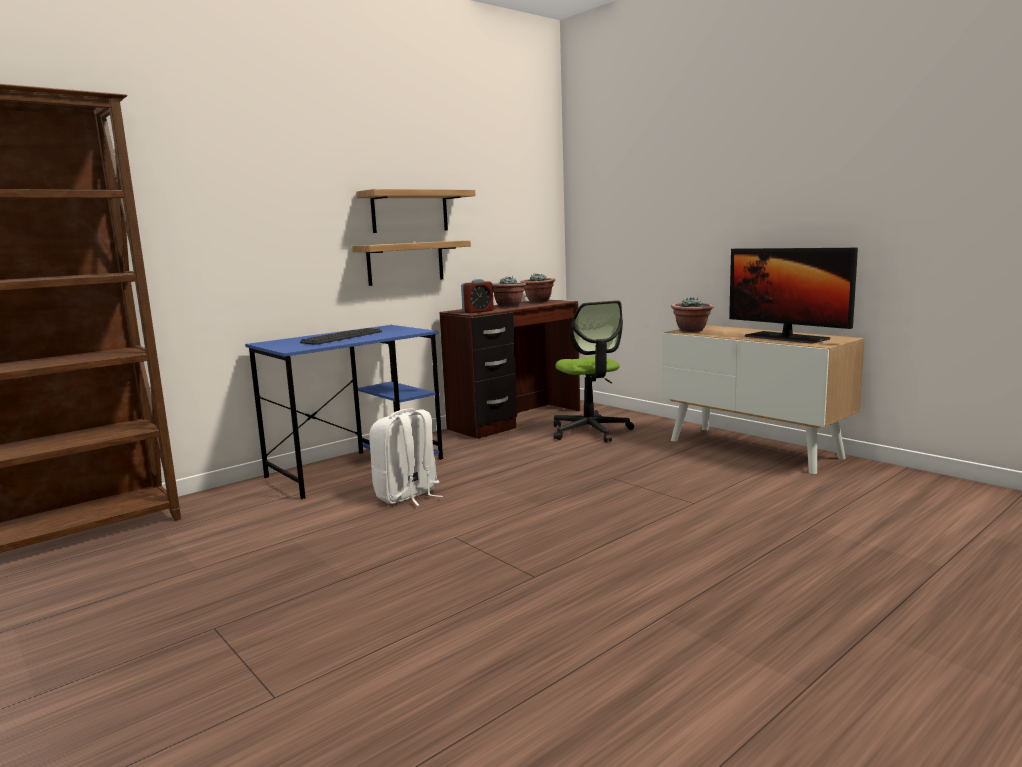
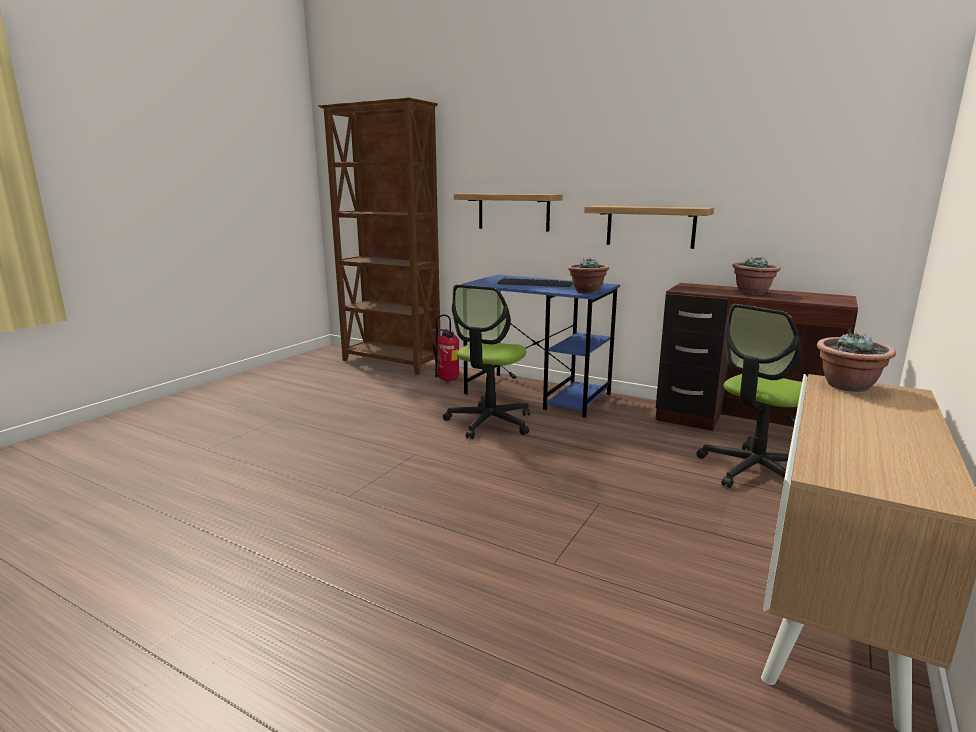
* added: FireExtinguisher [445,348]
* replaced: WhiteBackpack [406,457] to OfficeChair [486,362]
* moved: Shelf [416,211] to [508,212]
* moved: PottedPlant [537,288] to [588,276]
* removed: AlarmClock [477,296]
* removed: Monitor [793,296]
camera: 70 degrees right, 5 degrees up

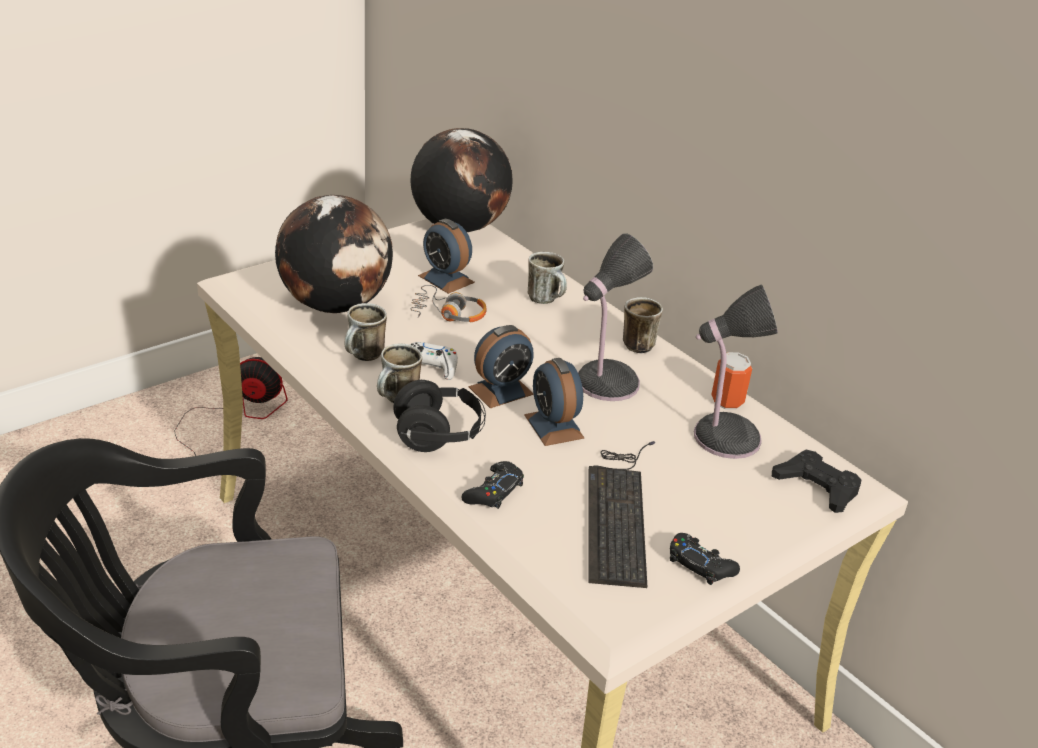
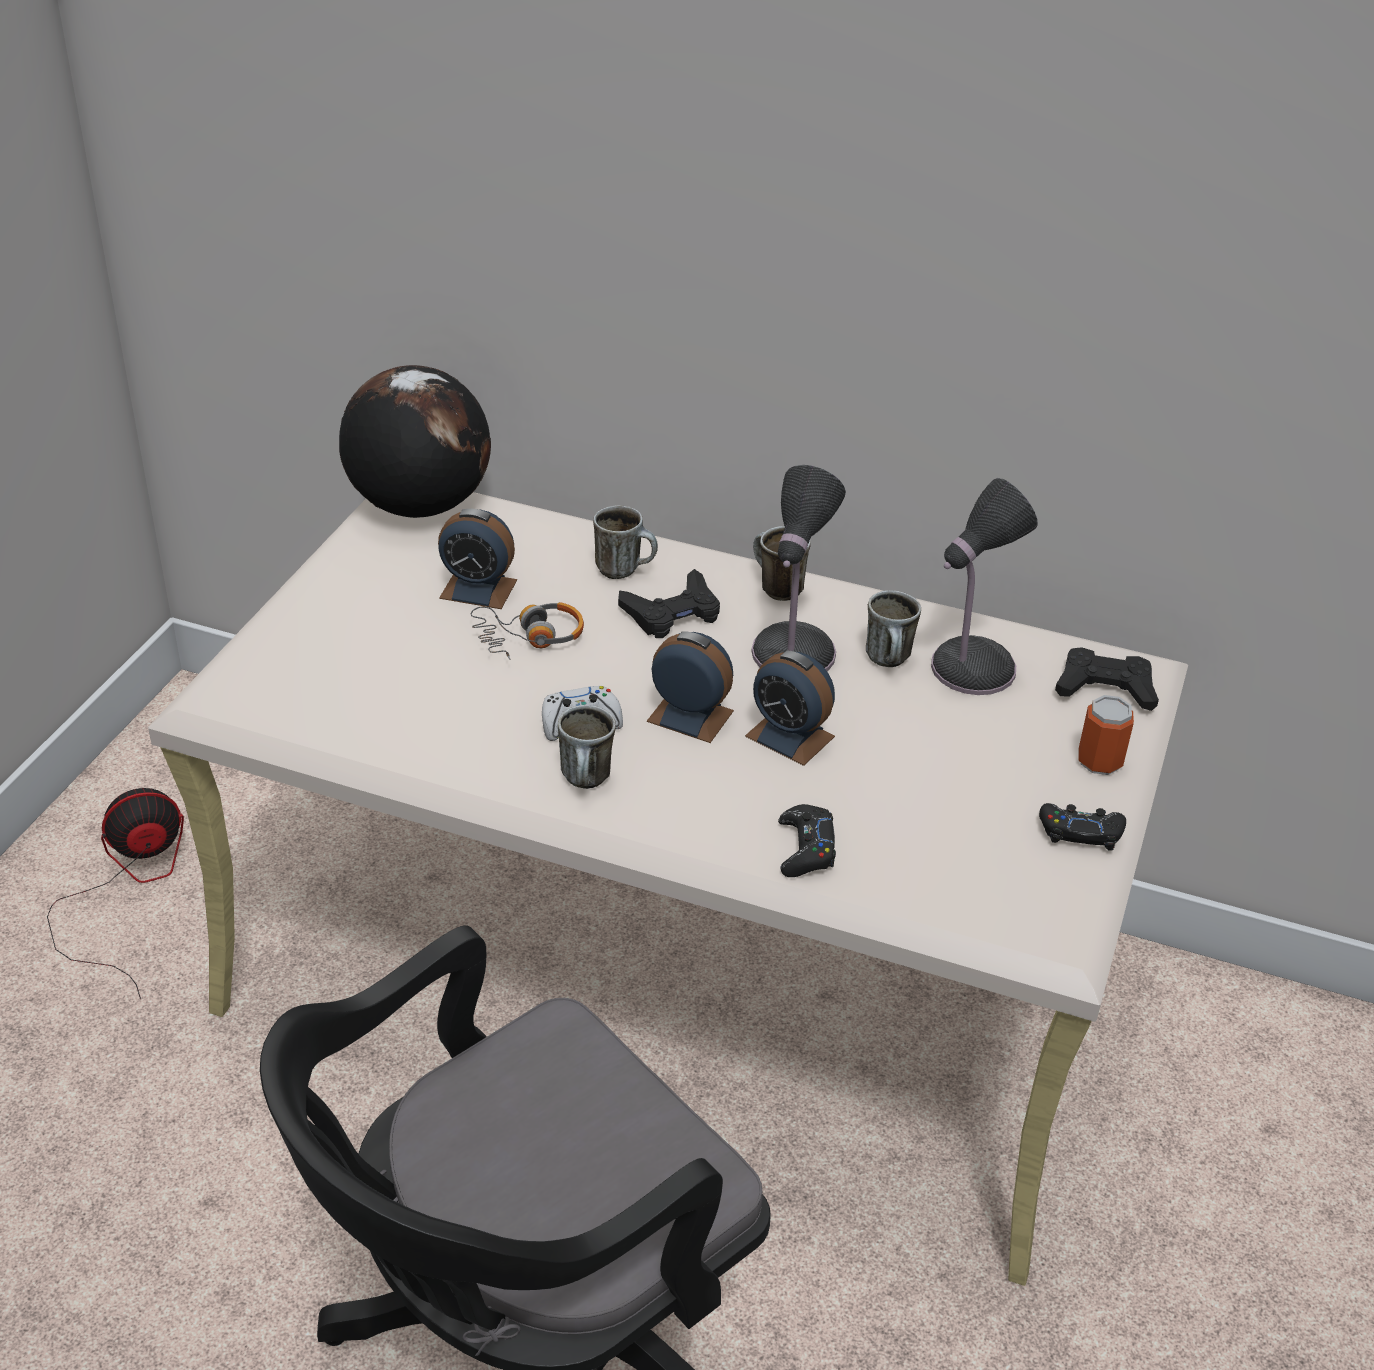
* added: BlackGameController [669,603]
* turned: AlarmClock [501,366] = [690,687] 90 degrees counterclockwise
* moved: Mug [365,332] to [893,628]
* moved: Can [731,381] to [1106,735]
* removed: Globe [334,254]
* removed: BlackHeadphones [439,416]
* removed: Keyboard [621,514]
camera: 30 degrees left, 5 degrees up

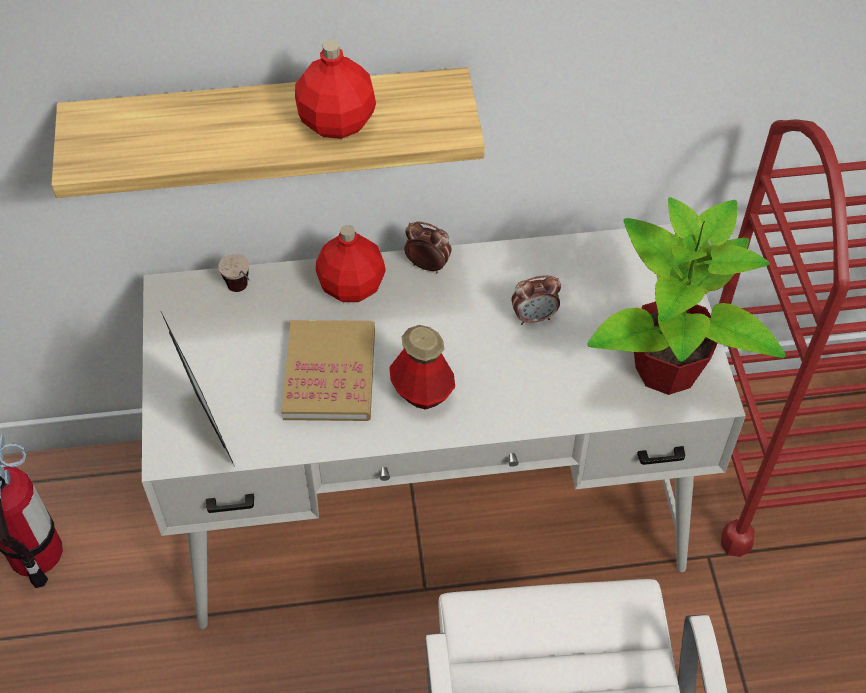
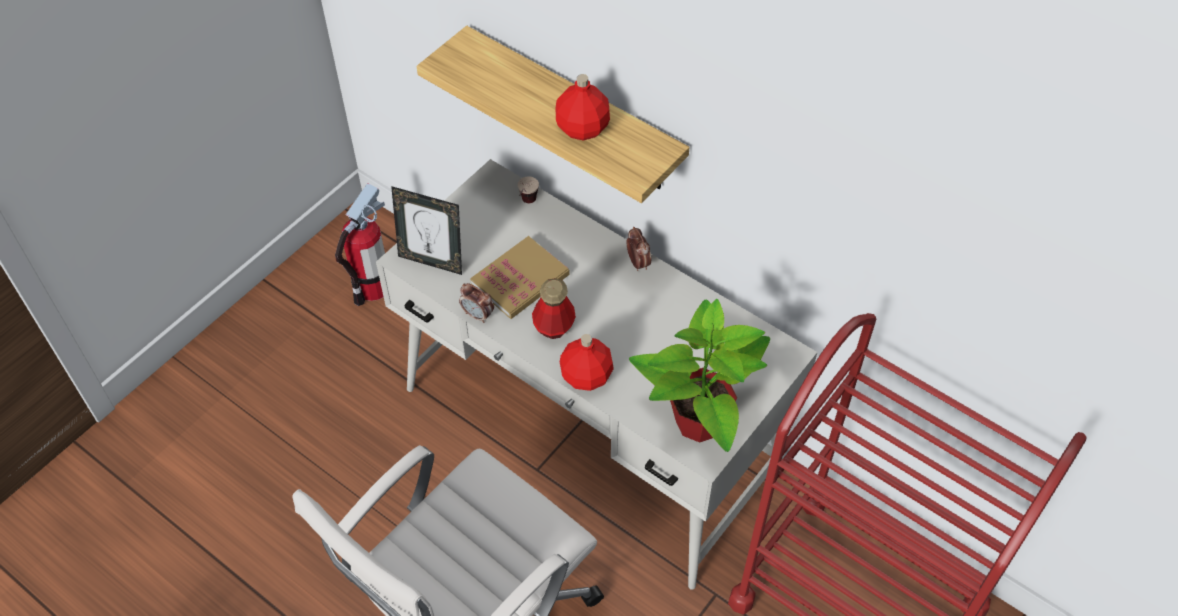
* turned: PictureFrame [198,389] = [426,230] 90 degrees clockwise
* moved: AlarmClock [536,300] to [476,303]
* moved: RedBottle [351,263] to [587,362]
camera: 45 degrees right, 0 degrees up

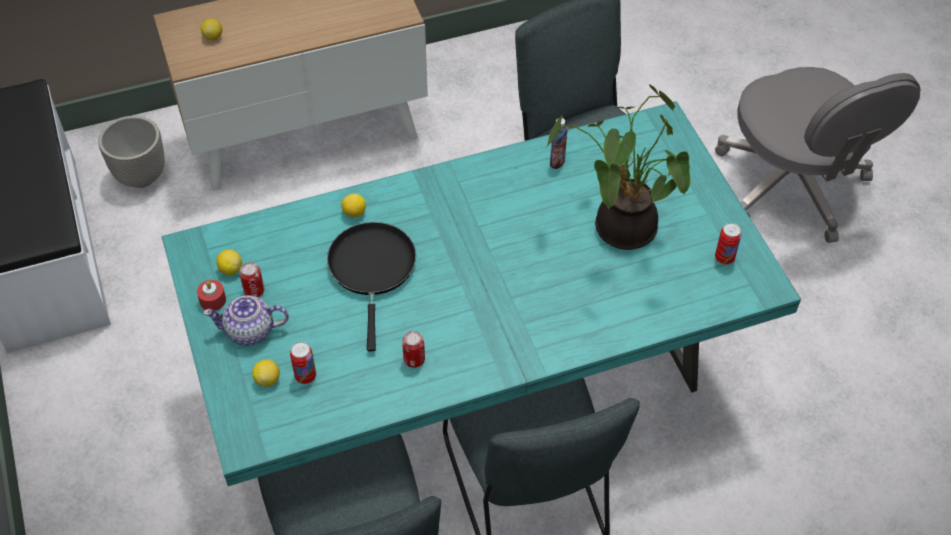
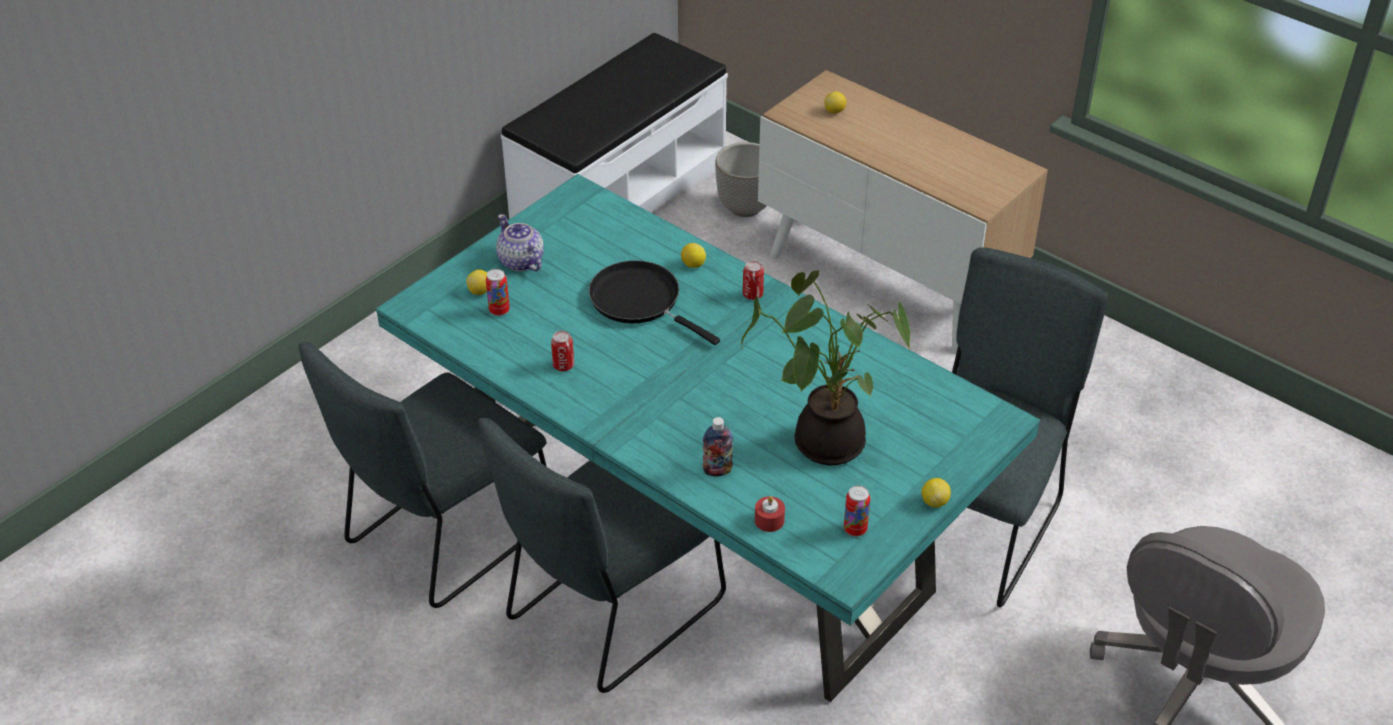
* turned: BlackFryingPan [371,287] = [654,302] 105 degrees counterclockwise
* moved: Bottle [559,143] to [718,447]
* moved: Can [252,279] to [753,280]
* moved: RedCandle [211,295] to [770,514]
* moved: Lemon [229,262] to [936,493]
camera: 60 degrees right, 10 degrees down

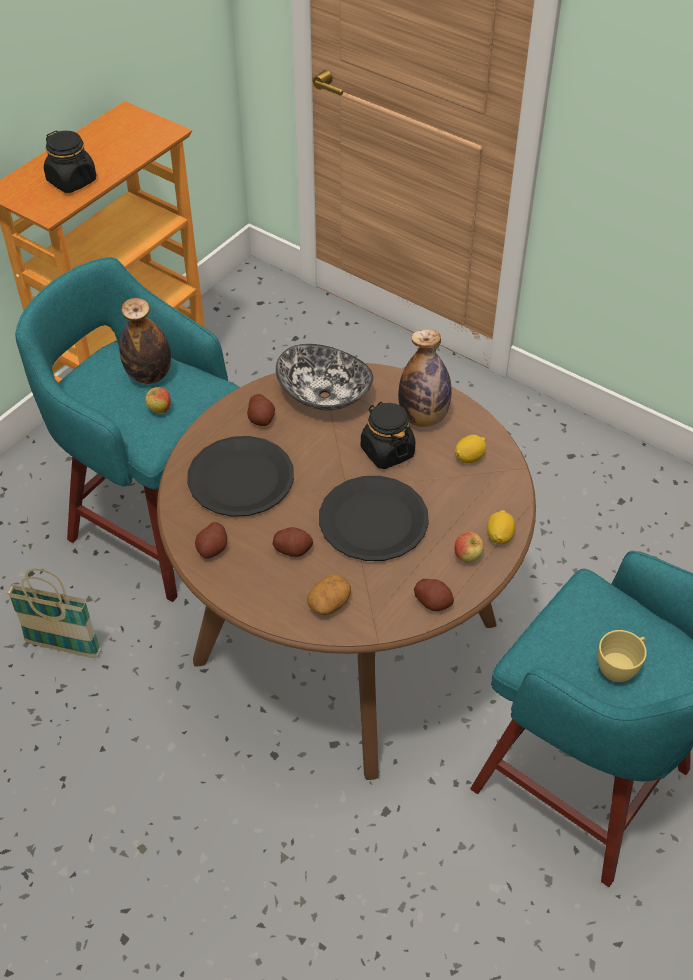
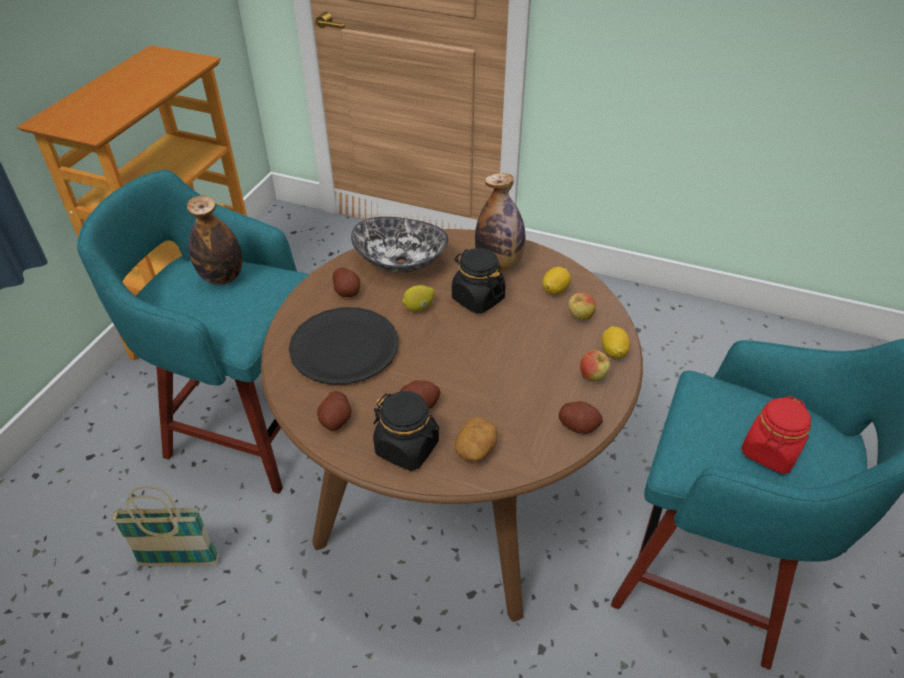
* moved: BlackJar [70,162] to [406,431]
* added: Lemon [418,298]
* moved: Apple [158,400] to [582,306]
* replaced: YellowCup [622,656] to RedJar [776,435]
* removed: BlackPlate [374,518]
camera: 15 degrees left, 5 degrees down

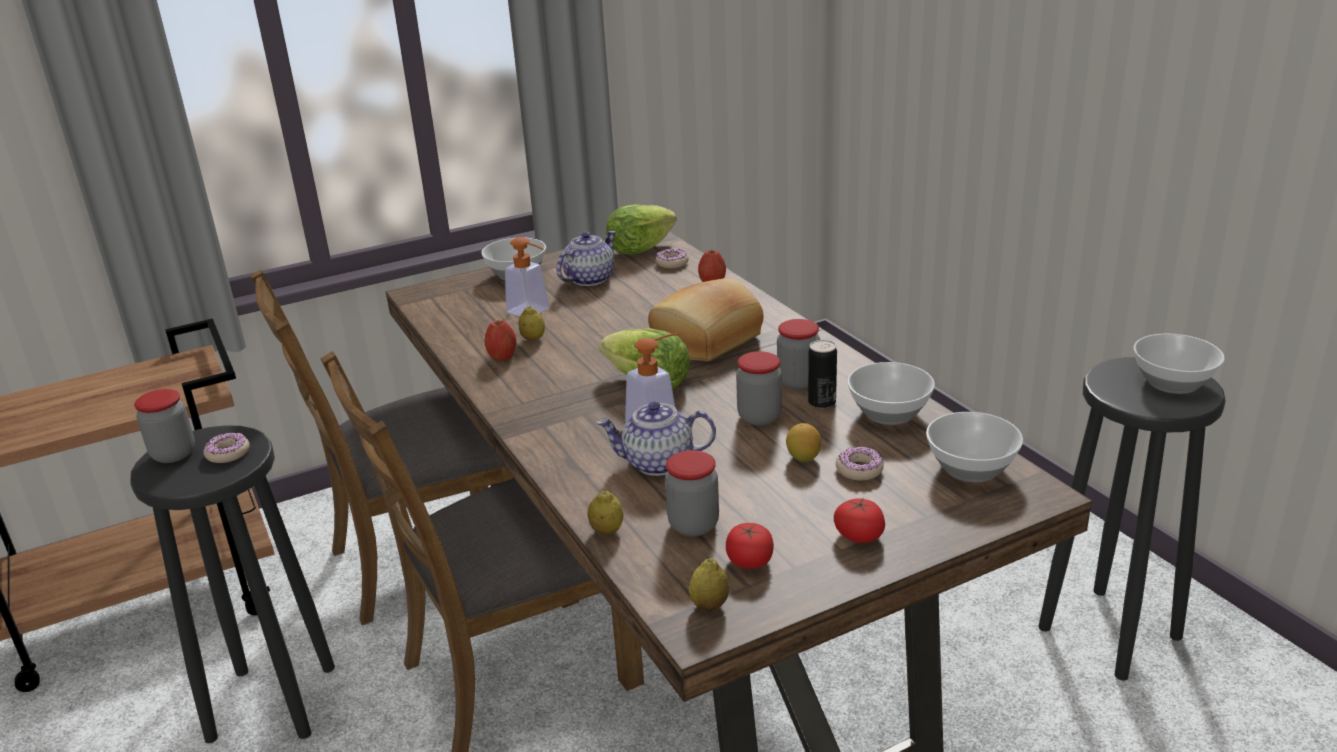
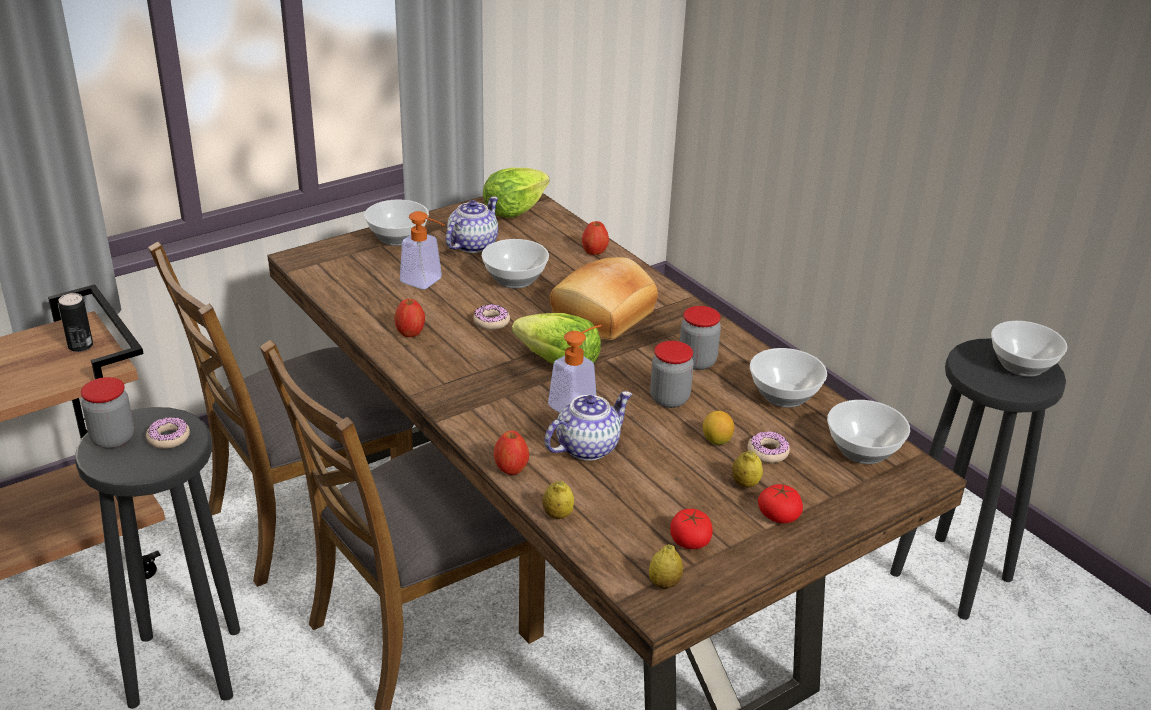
* moved: Can [822,374] to [76,322]
* moved: Donut [672,258] to [492,317]
* added: Bowl [515,264]
* added: Apple [511,452]
* turned: Teapot [656,438] = [588,426] 150 degrees clockwise
* moved: Lemon [531,323] to [747,469]
* removed: Jar [692,493]
camera: 10 degrees left, 5 degrees up

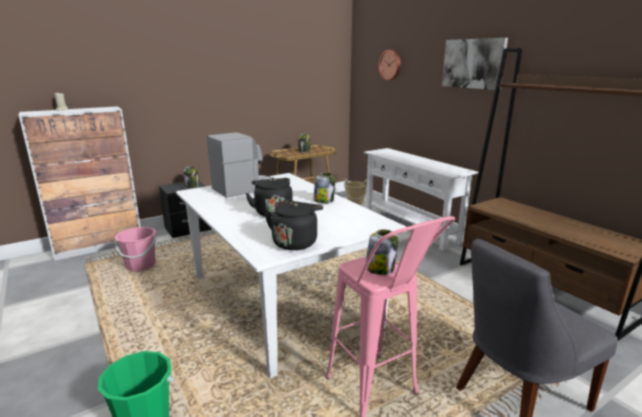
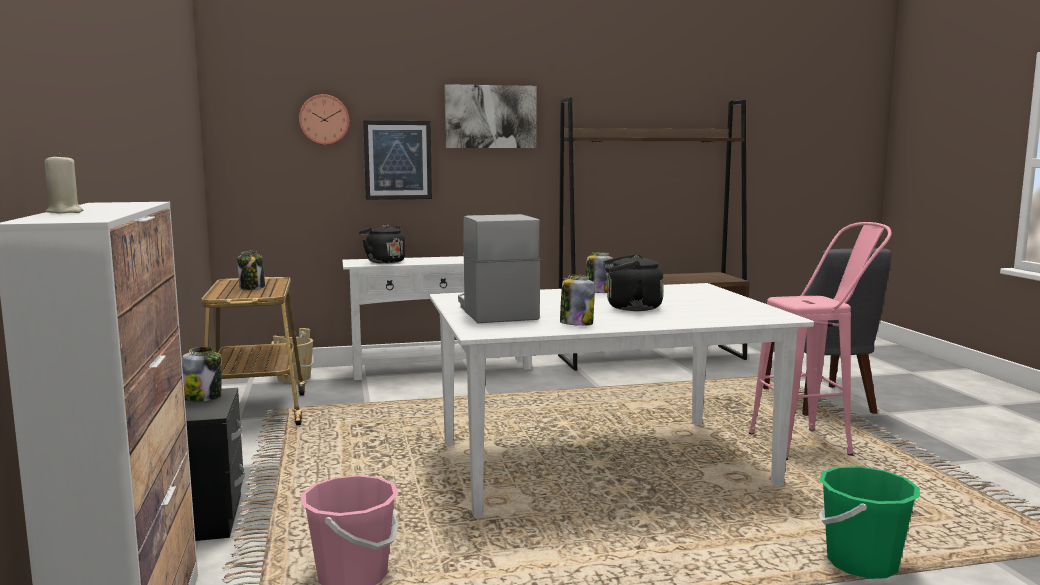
* moved: BlackKettle [294,225] to [382,244]
* added: Picture [397,160]
* moved: Jar [382,252] to [577,300]
camera: 70 degrees left, 10 degrees down

